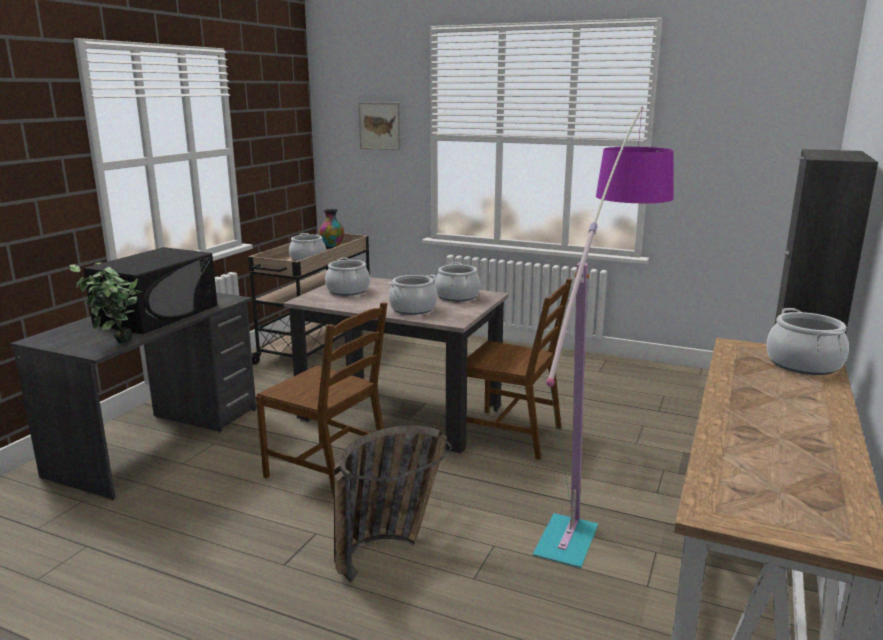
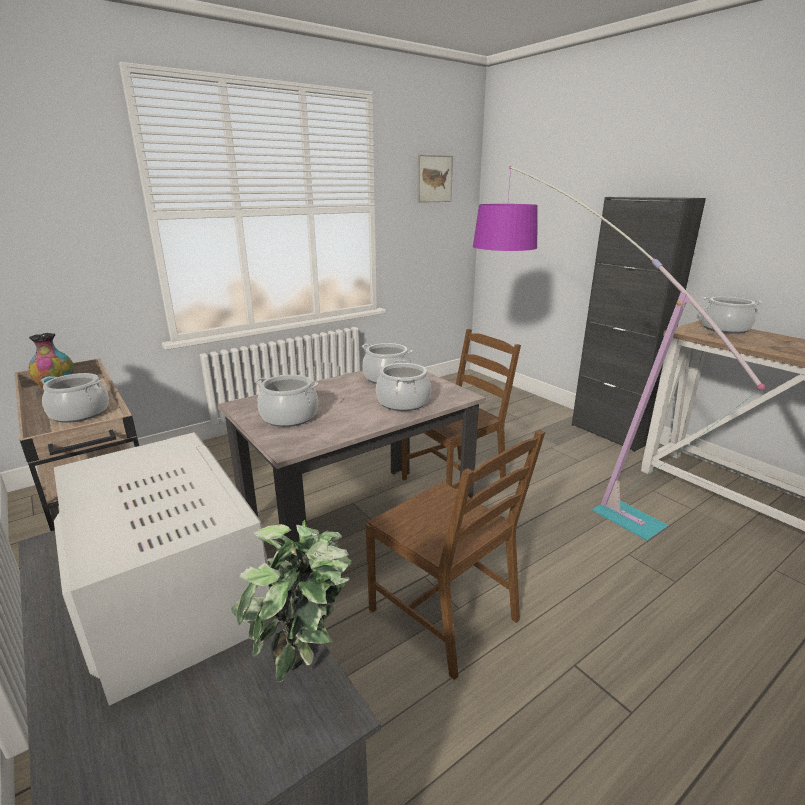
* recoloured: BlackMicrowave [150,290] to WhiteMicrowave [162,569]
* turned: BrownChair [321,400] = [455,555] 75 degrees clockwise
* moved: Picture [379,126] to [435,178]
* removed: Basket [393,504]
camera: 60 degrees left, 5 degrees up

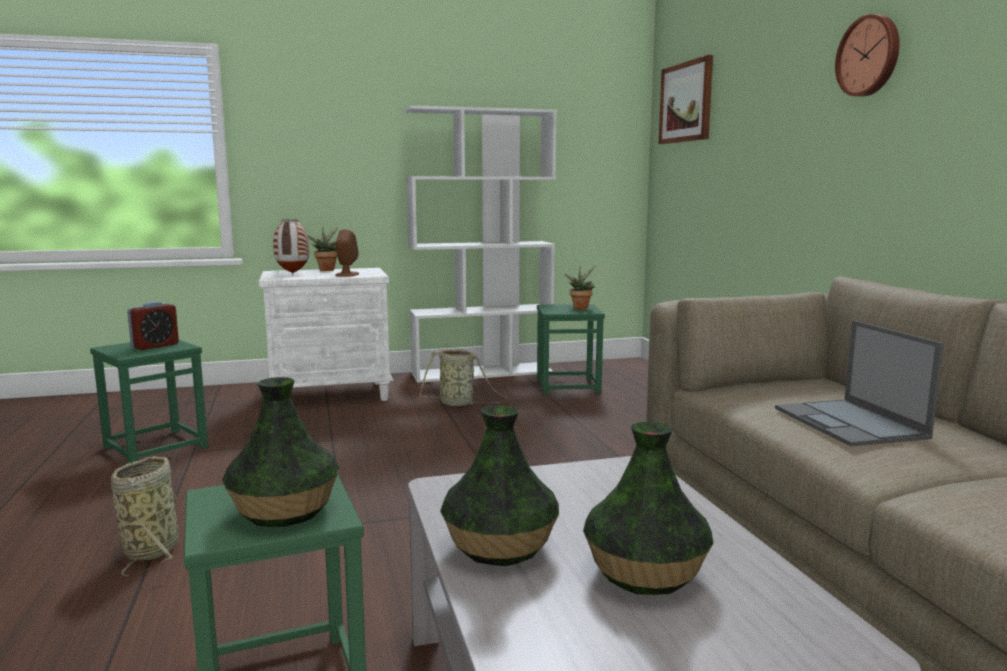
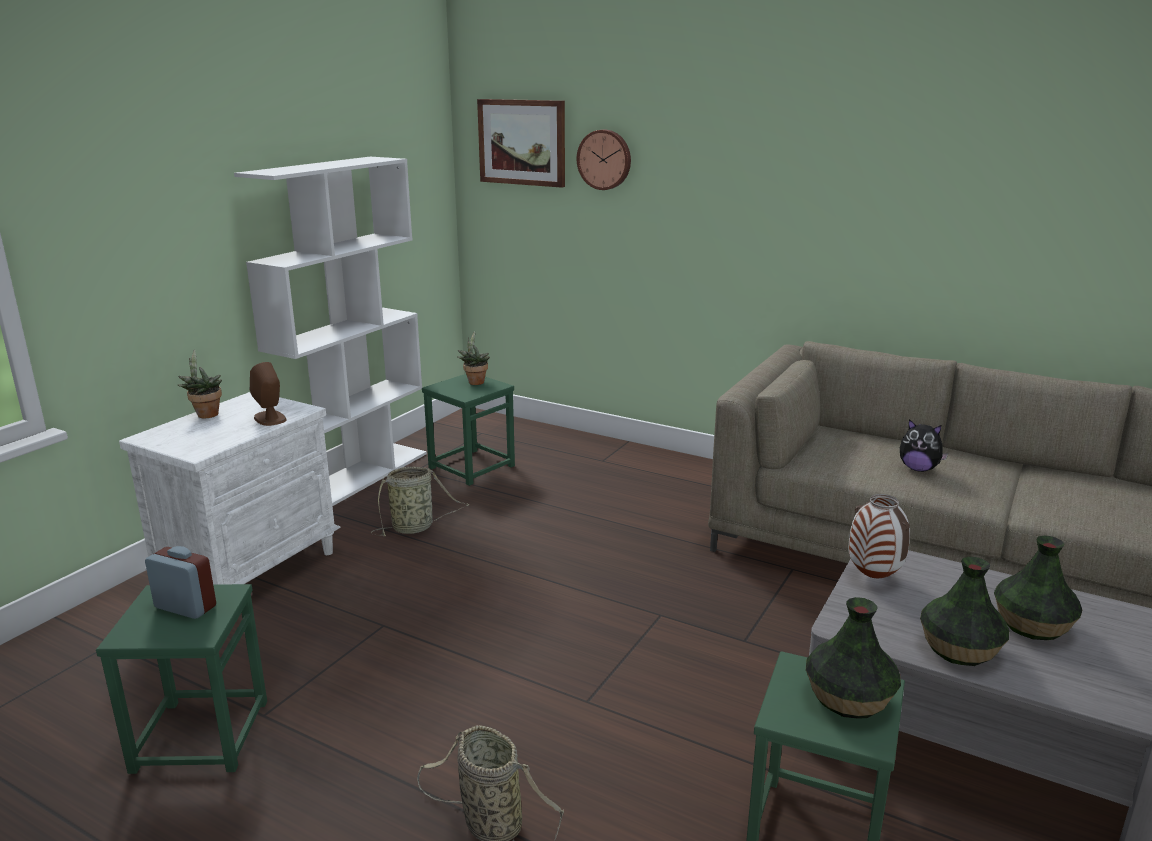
* turned: AlarmClock [153,325] = [180,582] 60 degrees counterclockwise
* moved: WallClock [867,55] to [604,159]
* moved: Vase [291,246] to [879,536]
* replaced: Laptop [859,383] to PlushToy [924,445]
camera: 45 degrees left, 10 degrees up

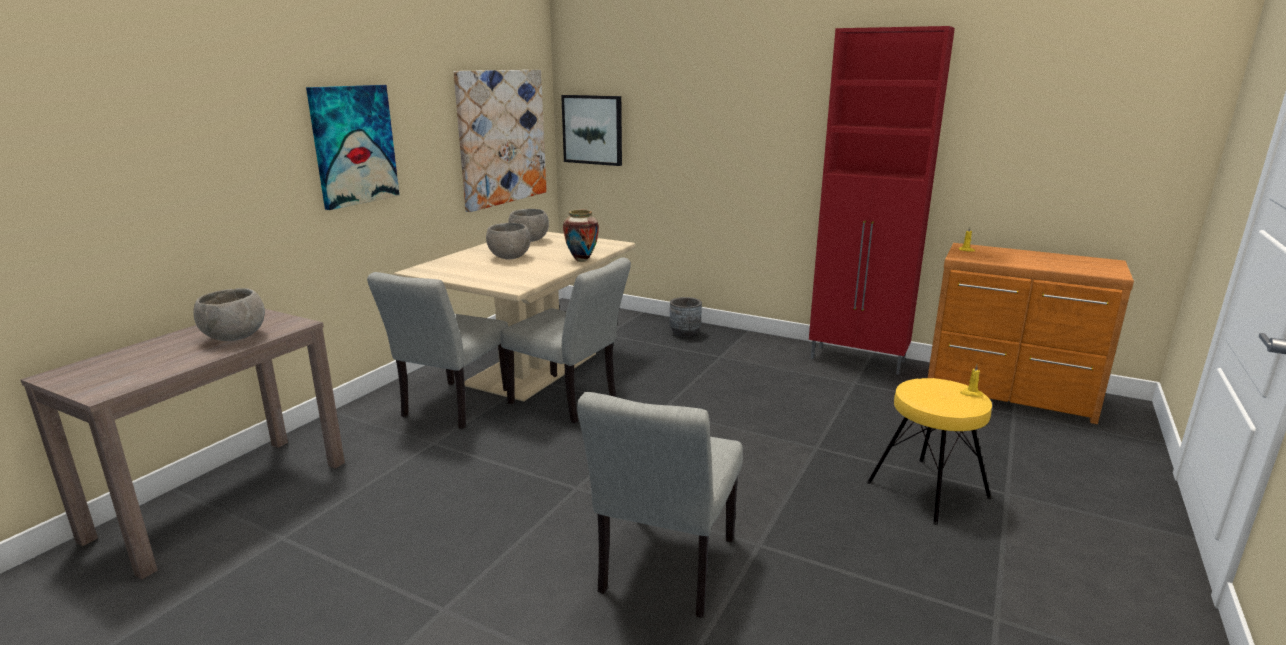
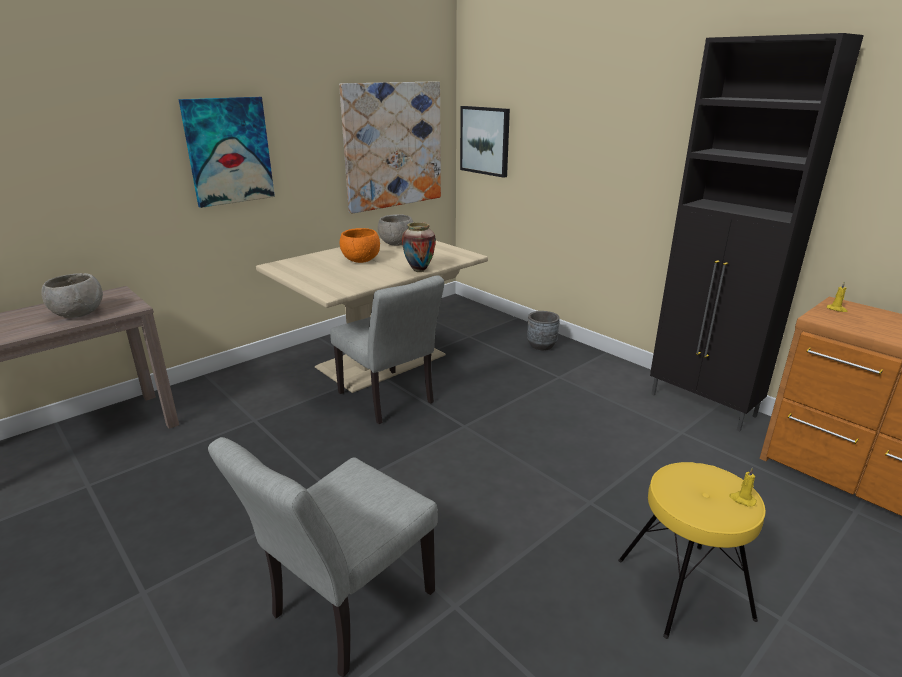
* recoloured: GreyBowl [508,241] to OrangeBowl [360,245]
* recoloured: RedCabinet [882,200] to BlackCabinet [757,232]
* removed: GreyChair [437,350]
camera: 20 degrees right, 5 degrees up

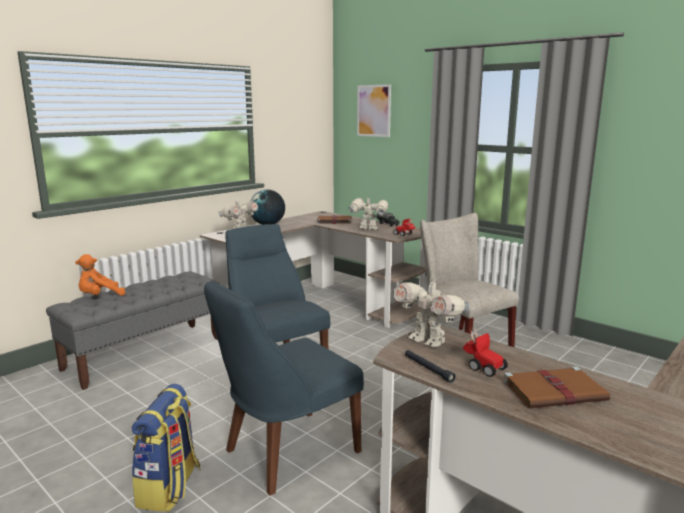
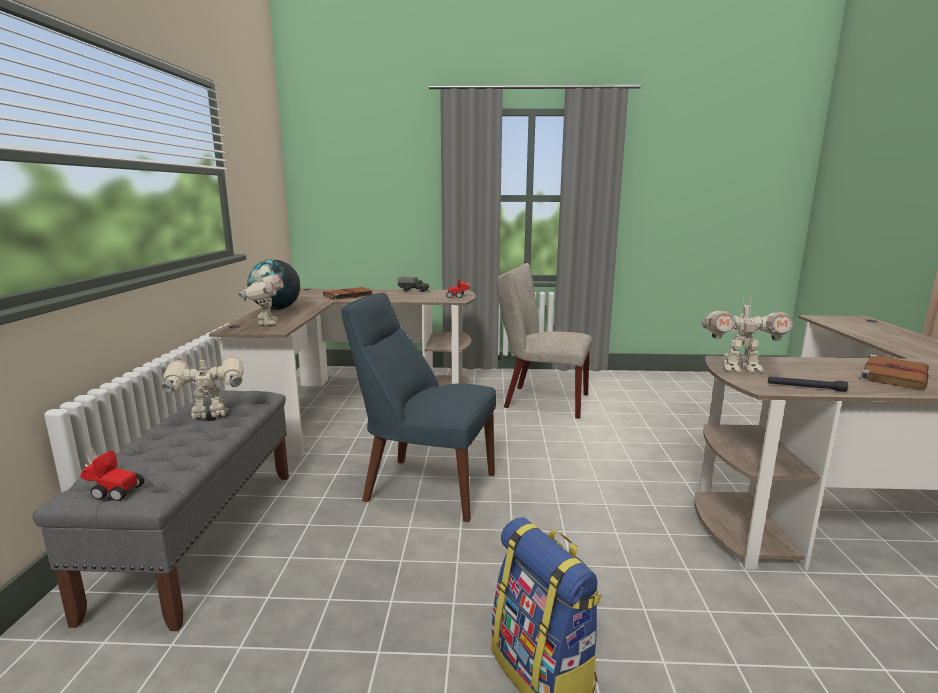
* moved: ToyCar [485,351] to [112,474]
* moved: ToyRobot [368,214] to [203,386]
* removed: OrangePlushToy [100,275]
* removed: BlueChair [284,388]
* removed: Picture [374,110]
camera: 40 degrees left, 0 degrees up

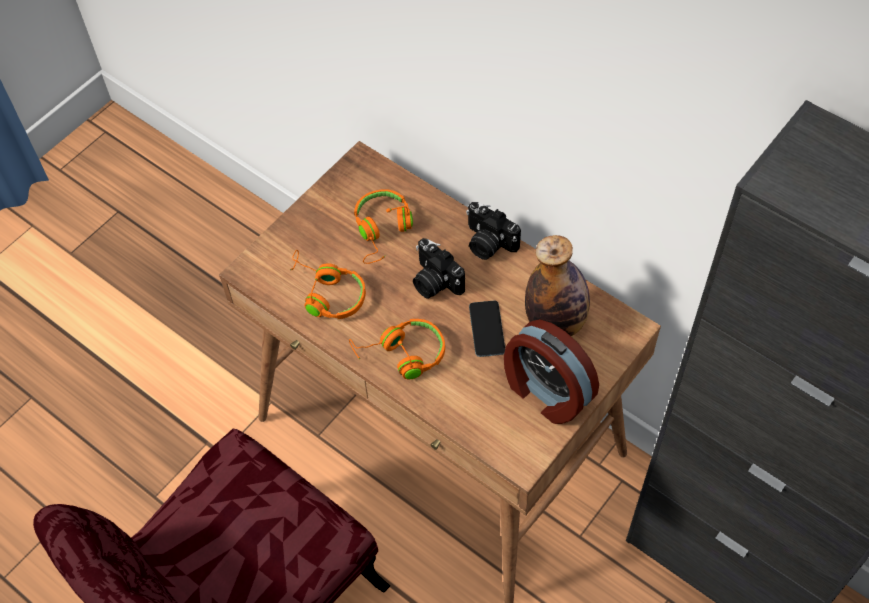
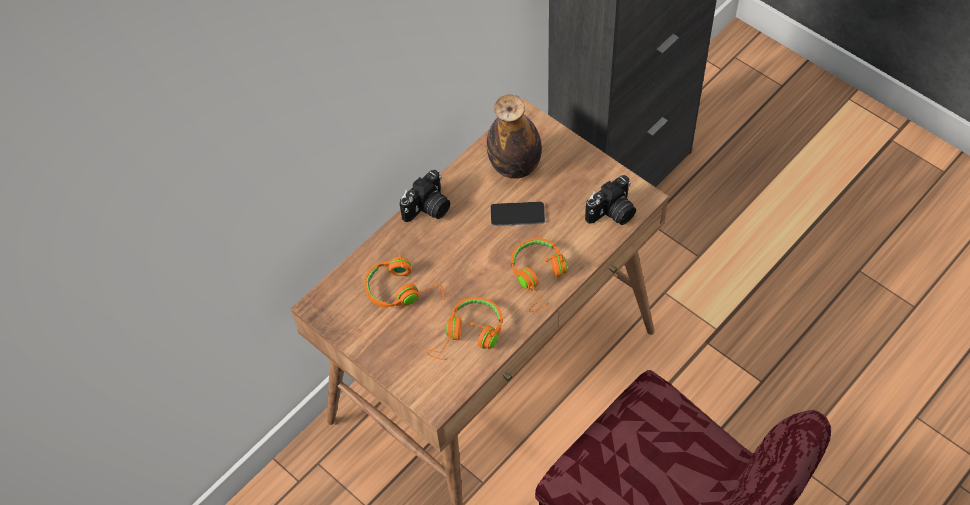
* moved: PhotoCamera [439,268] to [610,200]
* removed: AlarmClock [551,371]
camera: 85 degrees left, 0 degrees up

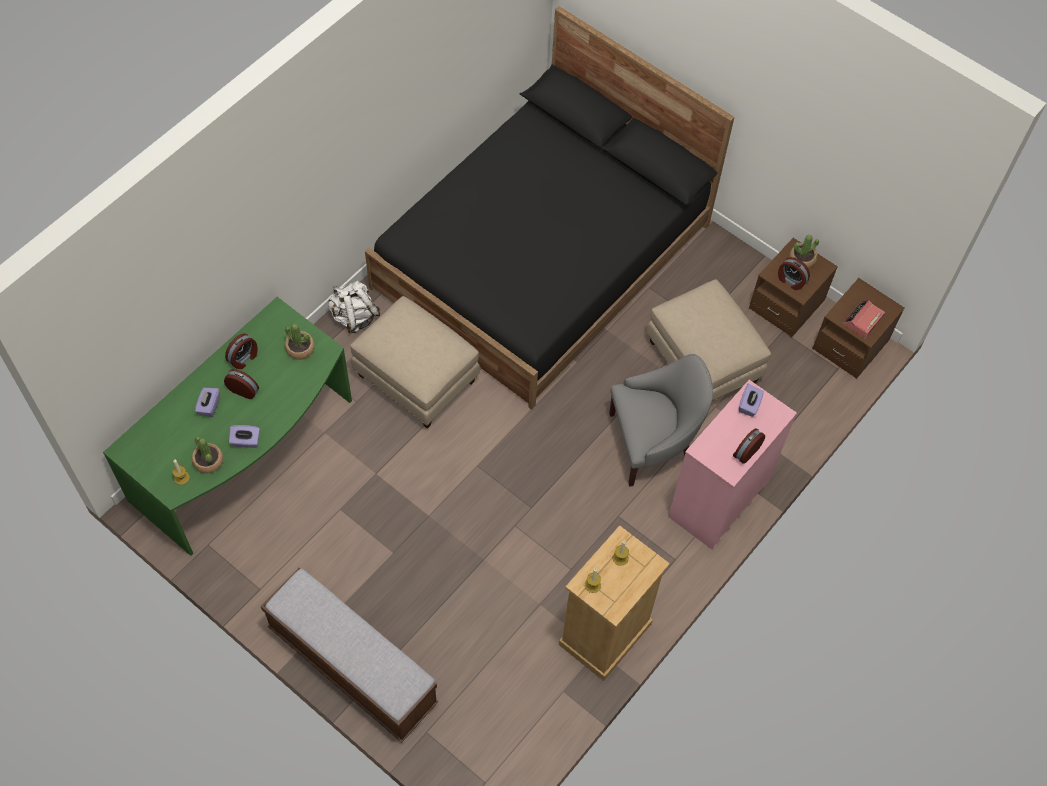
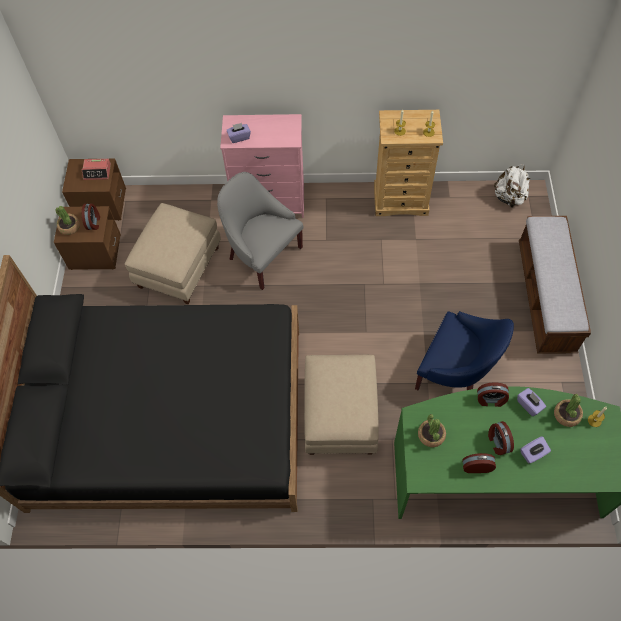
* added: BlueArmchair [464,350]
* moved: AlarmClock [749,446] to [493,394]
* moved: WhiteBackpack [354,307] to [512,186]
camera: 125 degrees left, 0 degrees up

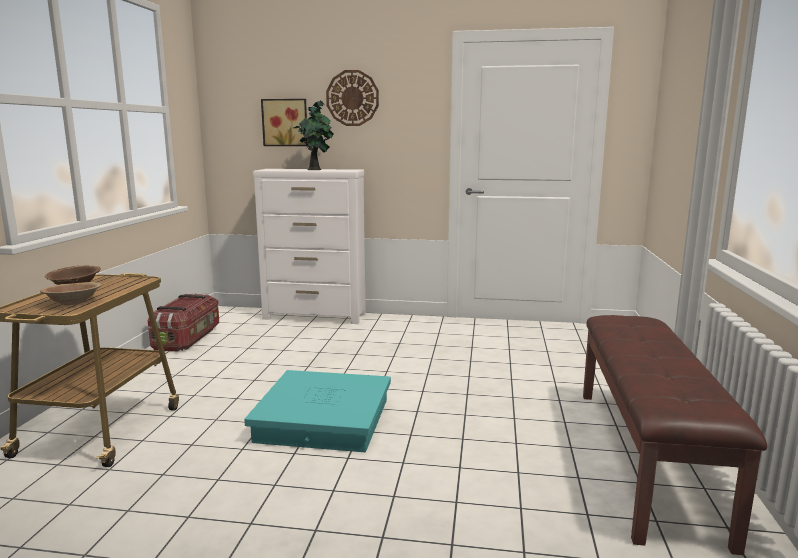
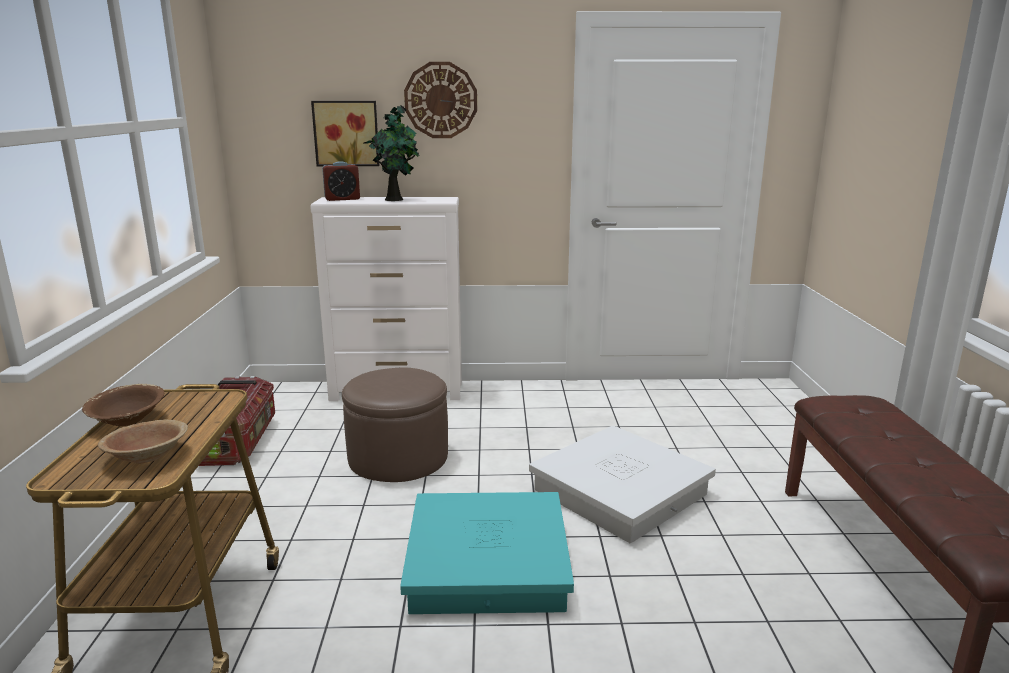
* added: AlarmClock [341,181]
* added: BrownOttoman [395,424]
* added: WhiteStorageBox [622,484]
camera: 10 degrees left, 5 degrees up

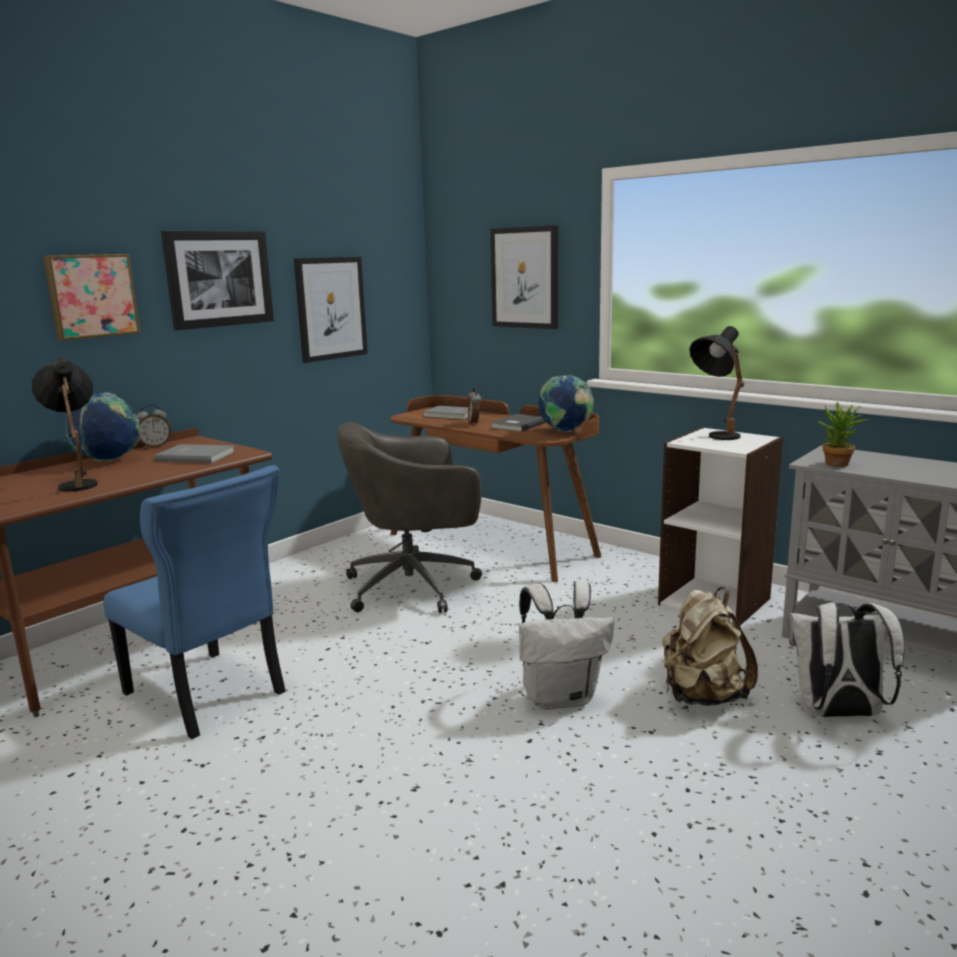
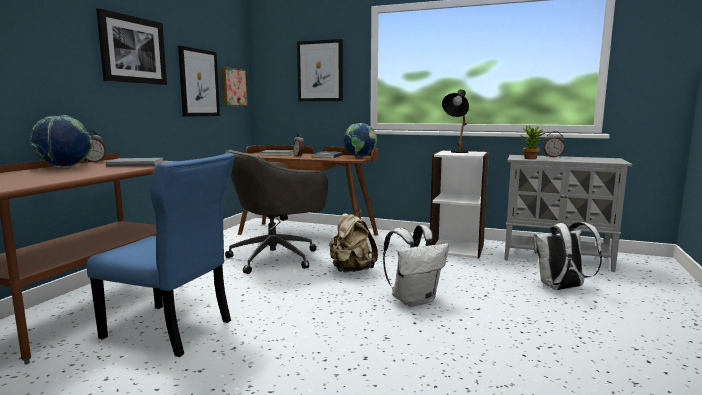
* moved: Picture [91,297] to [234,86]
* moved: BeigeBackpack [710,646] to [353,241]
* added: AlarmClock [554,144]
* removed: BlackTableLamp [65,425]
camera: 20 degrees left, 5 degrees down

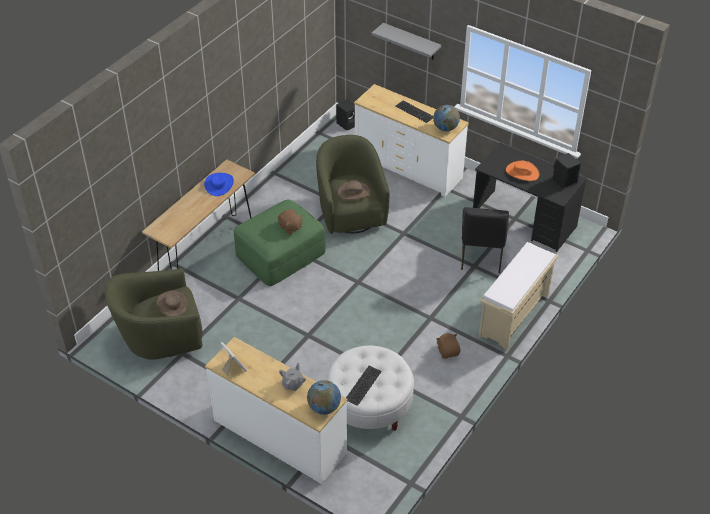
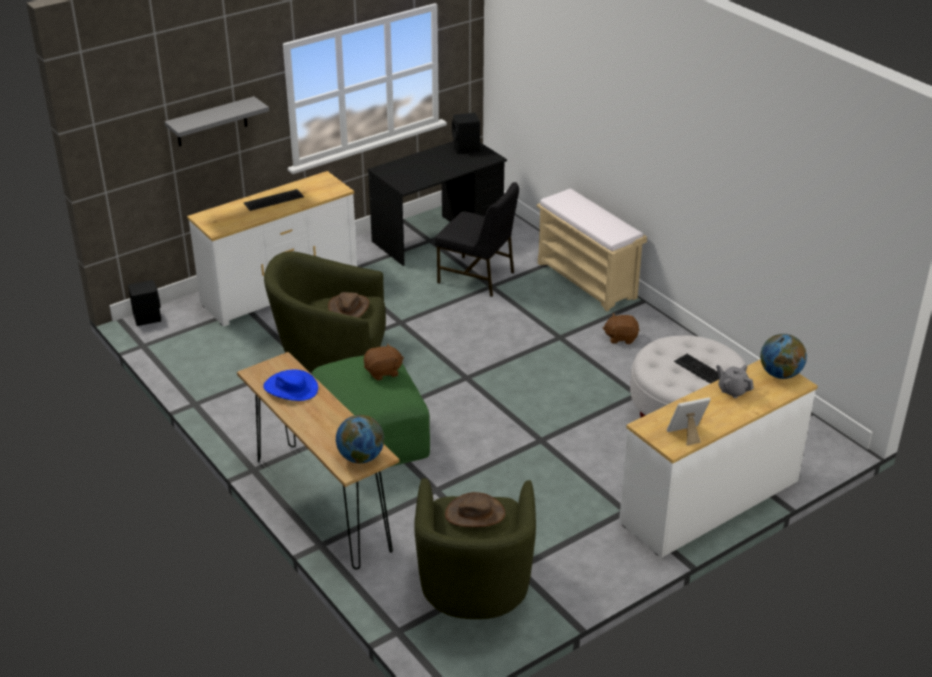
* moved: Globe [446,118] to [360,439]
* removed: OrangeHat [522,171]
camera: 70 degrees left, 10 degrees down

